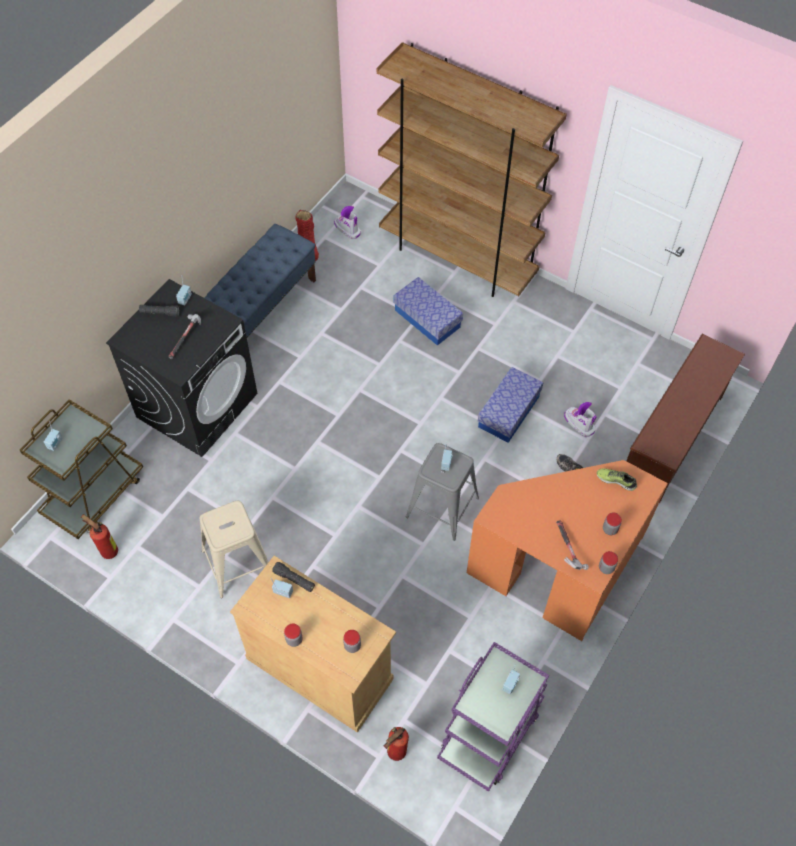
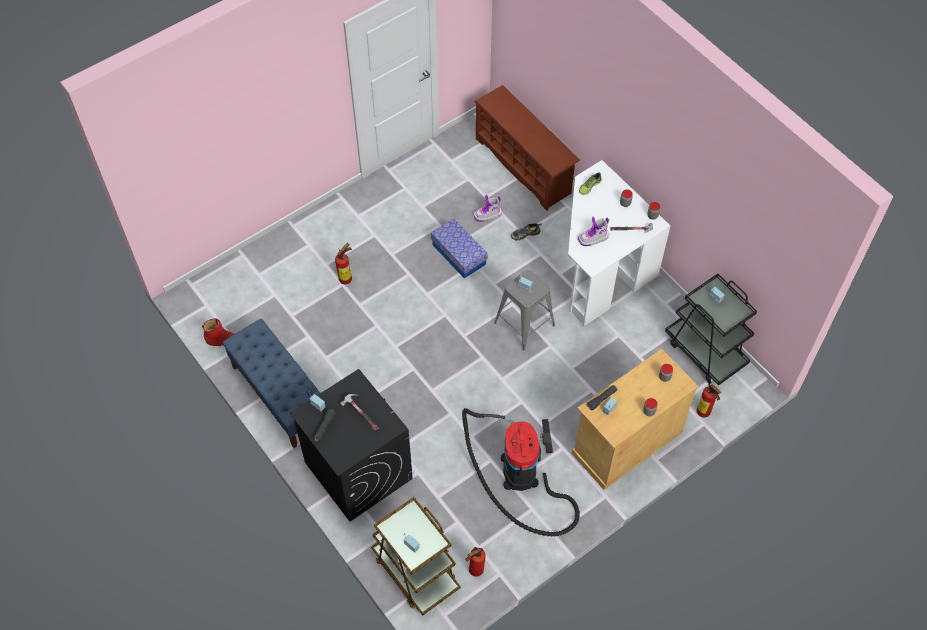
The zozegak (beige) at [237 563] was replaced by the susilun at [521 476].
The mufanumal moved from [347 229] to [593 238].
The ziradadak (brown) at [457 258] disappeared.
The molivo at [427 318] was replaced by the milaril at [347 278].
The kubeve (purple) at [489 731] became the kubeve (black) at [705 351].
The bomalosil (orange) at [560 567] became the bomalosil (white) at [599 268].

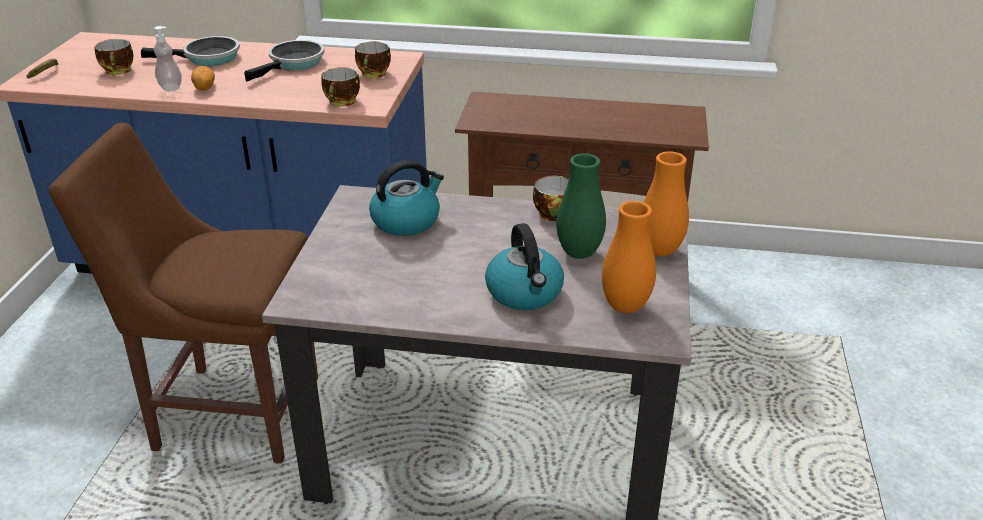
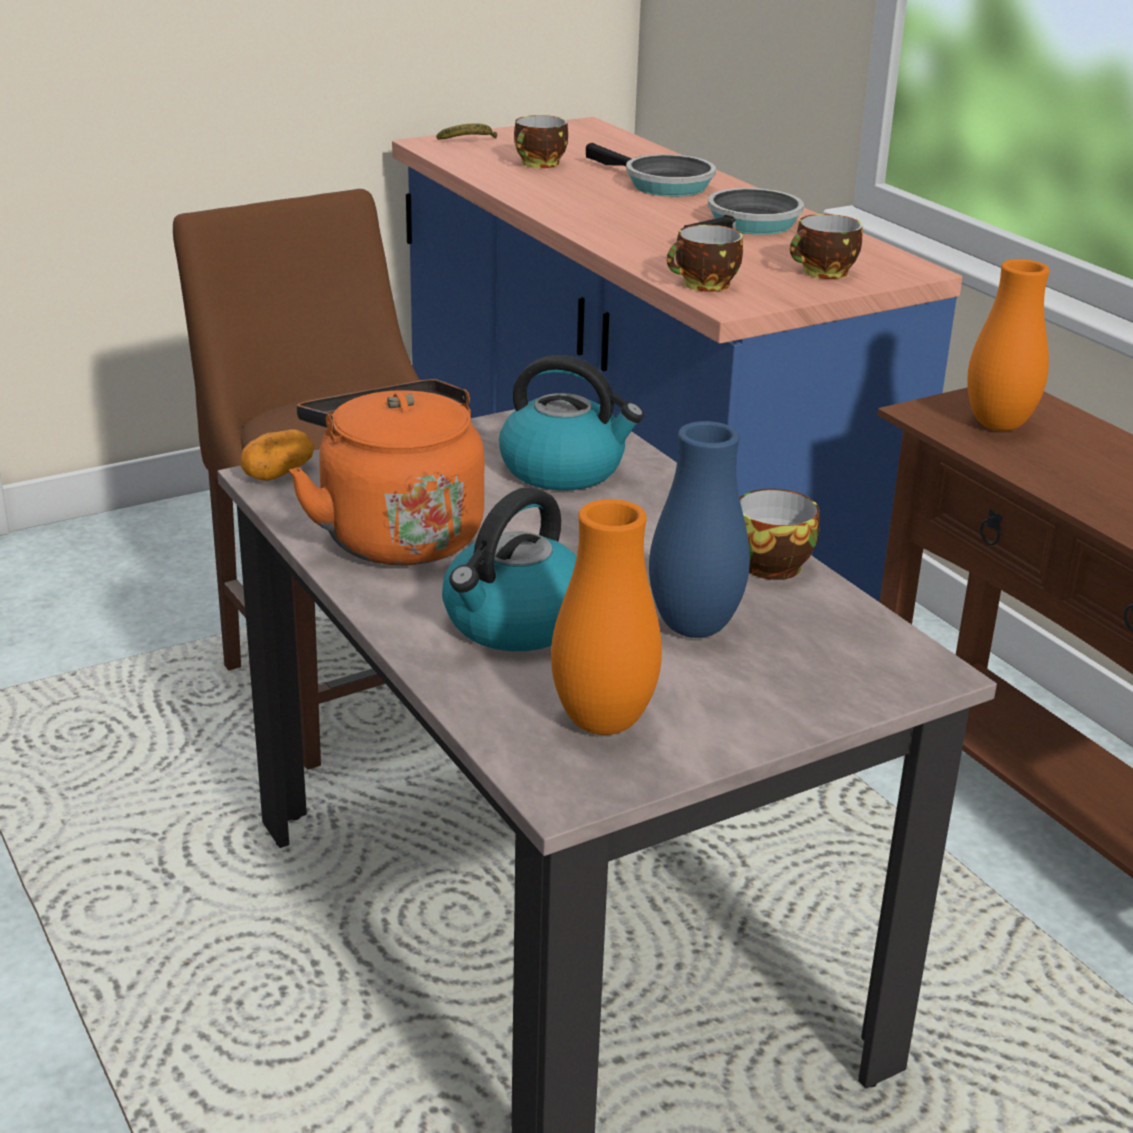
The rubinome at [170 87] disappeared.
The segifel moved from [204 87] to [278 473].
The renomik at [294 63] turned 45 degrees counterclockwise.
The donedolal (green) at [579 253] became the donedolal (blue) at [694 627].
The donedolal (orange) moved from [660 251] to [998 425].
The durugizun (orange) at [396 534] appeared.

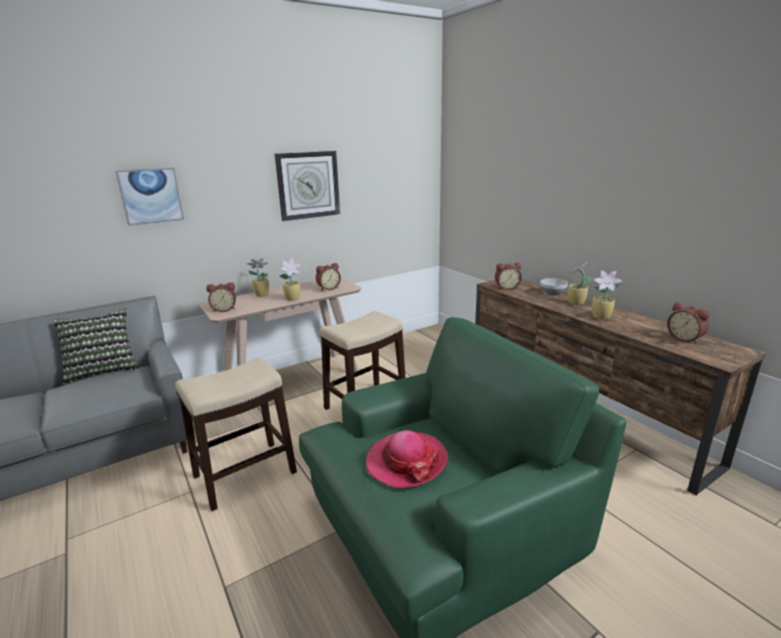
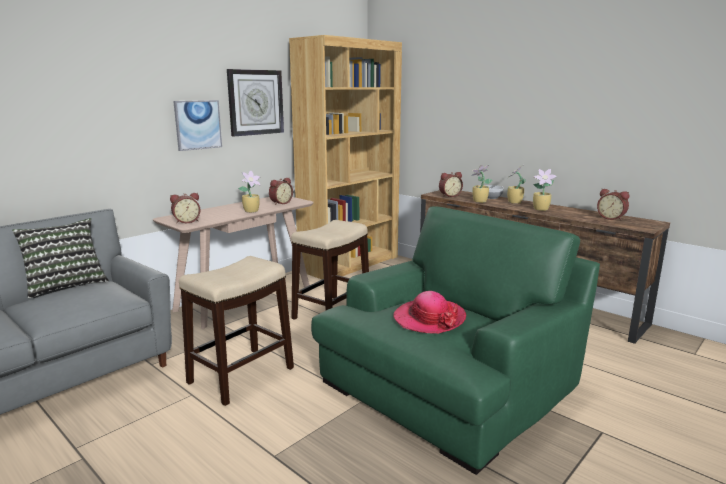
The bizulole moved from [150 196] to [198 125].
The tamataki moved from [261 294] to [479 201].
The ziradadak (brown) at [350 263] appeared.

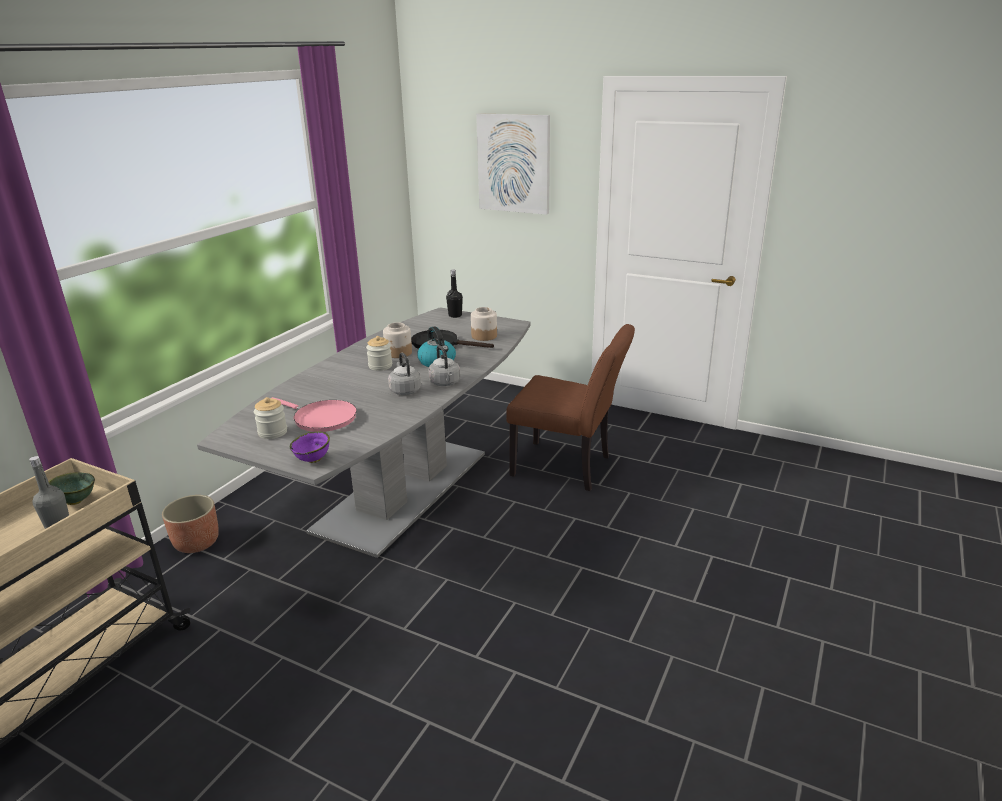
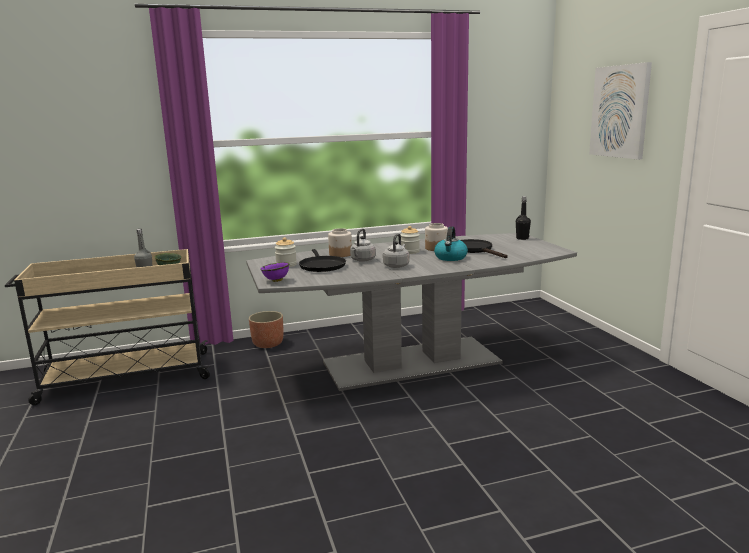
The renomik (pink) at [321 419] became the renomik (black) at [322 266].
The durugizun (grey) moved from [445 383] to [362 260].
The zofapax moved from [484 336] to [341 254].
The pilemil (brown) at [568 467] disappeared.

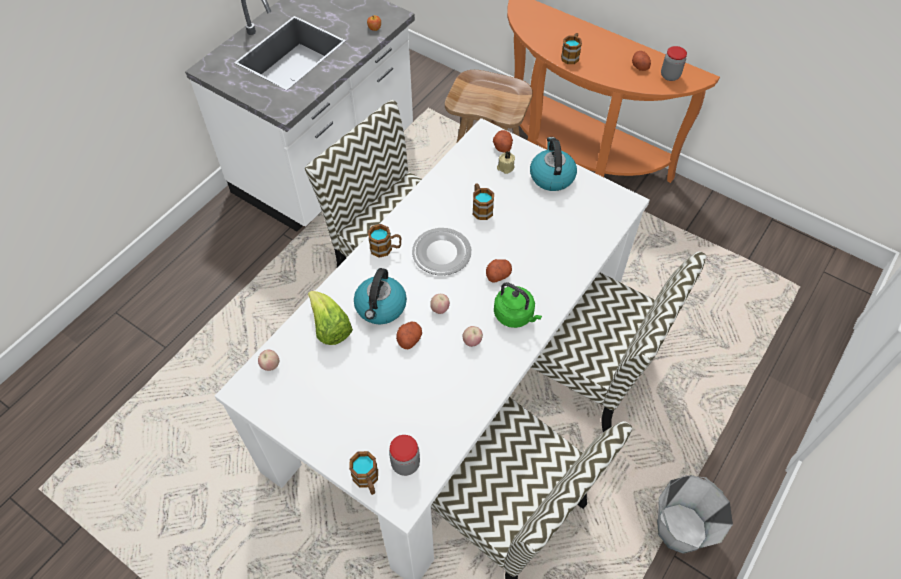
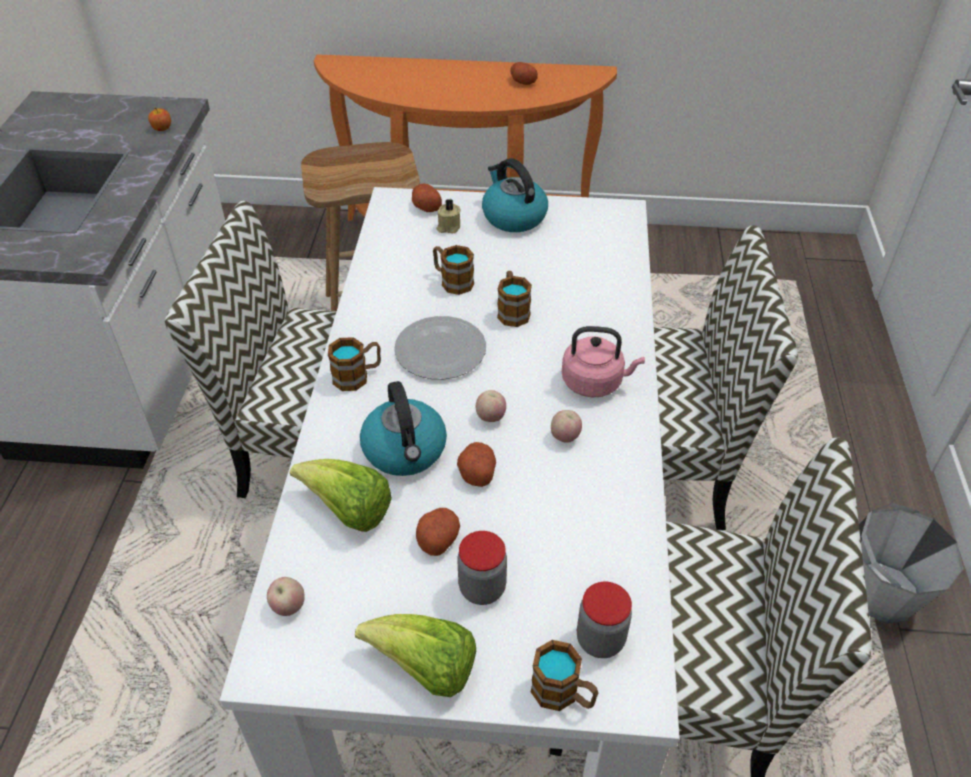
The segifel moved from [498 274] to [438 538].
The durugizun (green) at [515 315] became the durugizun (pink) at [595 382].
The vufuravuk moved from [571 55] to [512 310].
The zofapax moved from [670 76] to [482 588].
The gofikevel at [425 668] appeared.

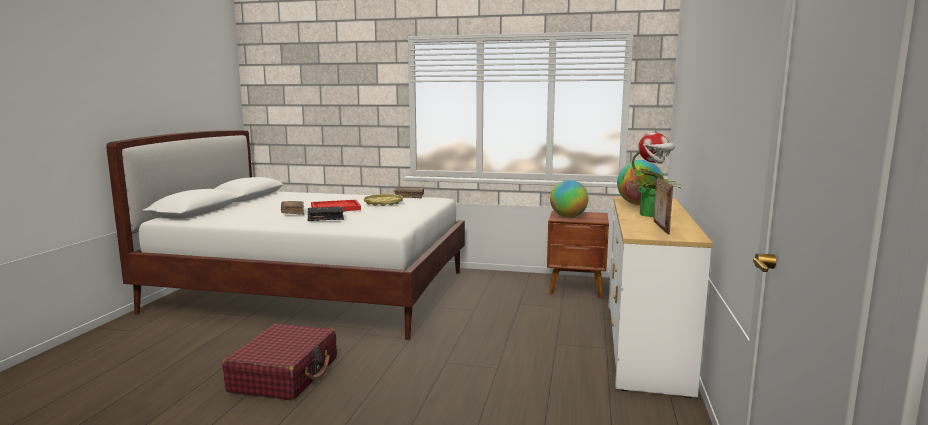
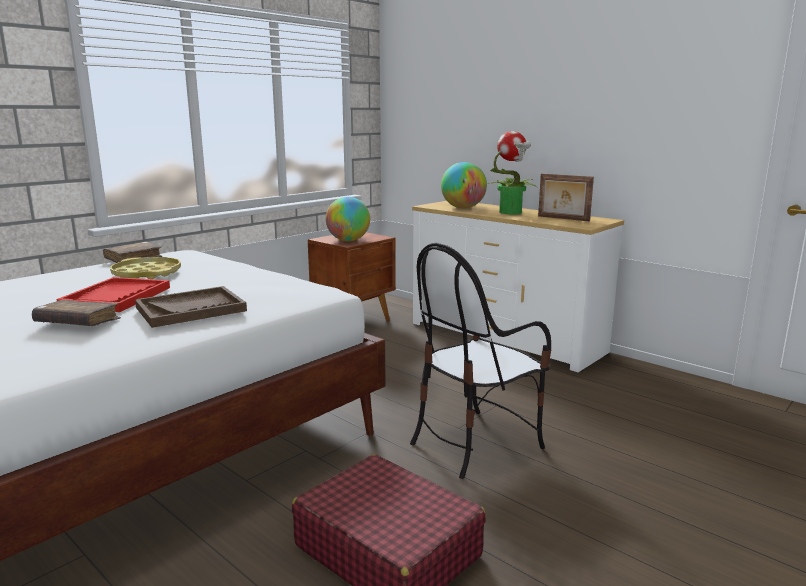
The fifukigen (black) at [325 218] was replaced by the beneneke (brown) at [191 309].
The pilemil at [475 443] appeared.

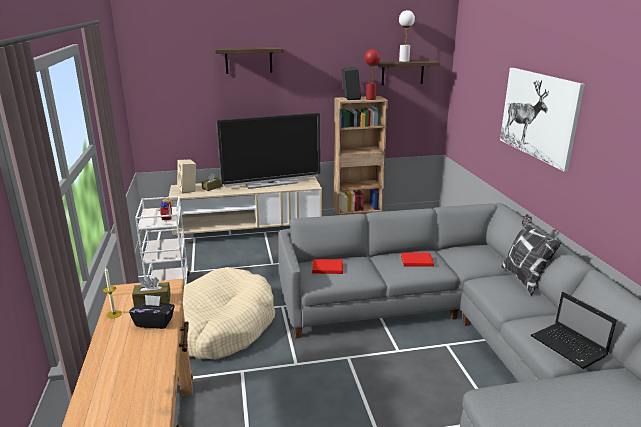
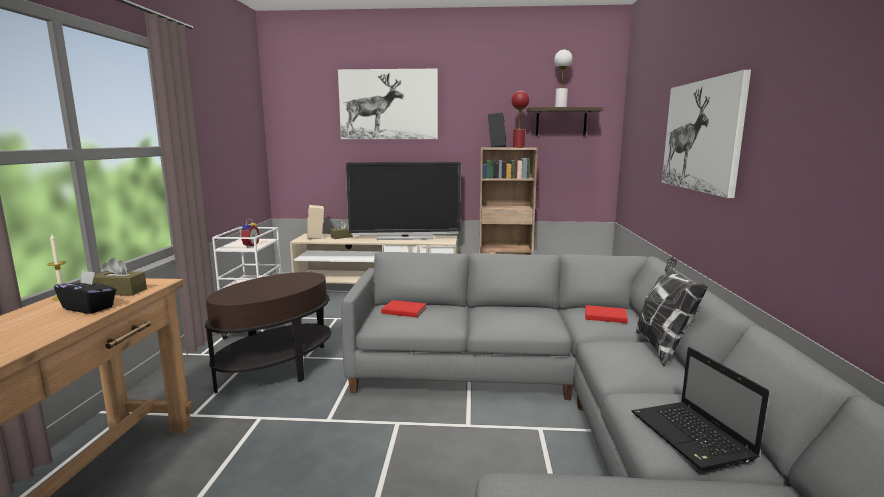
The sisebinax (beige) at [220 326] was replaced by the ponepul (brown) at [276 369].
The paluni at [248 60] was replaced by the bizulole at [388 104].
The fifukigen (red) moved from [416 260] to [604 316].

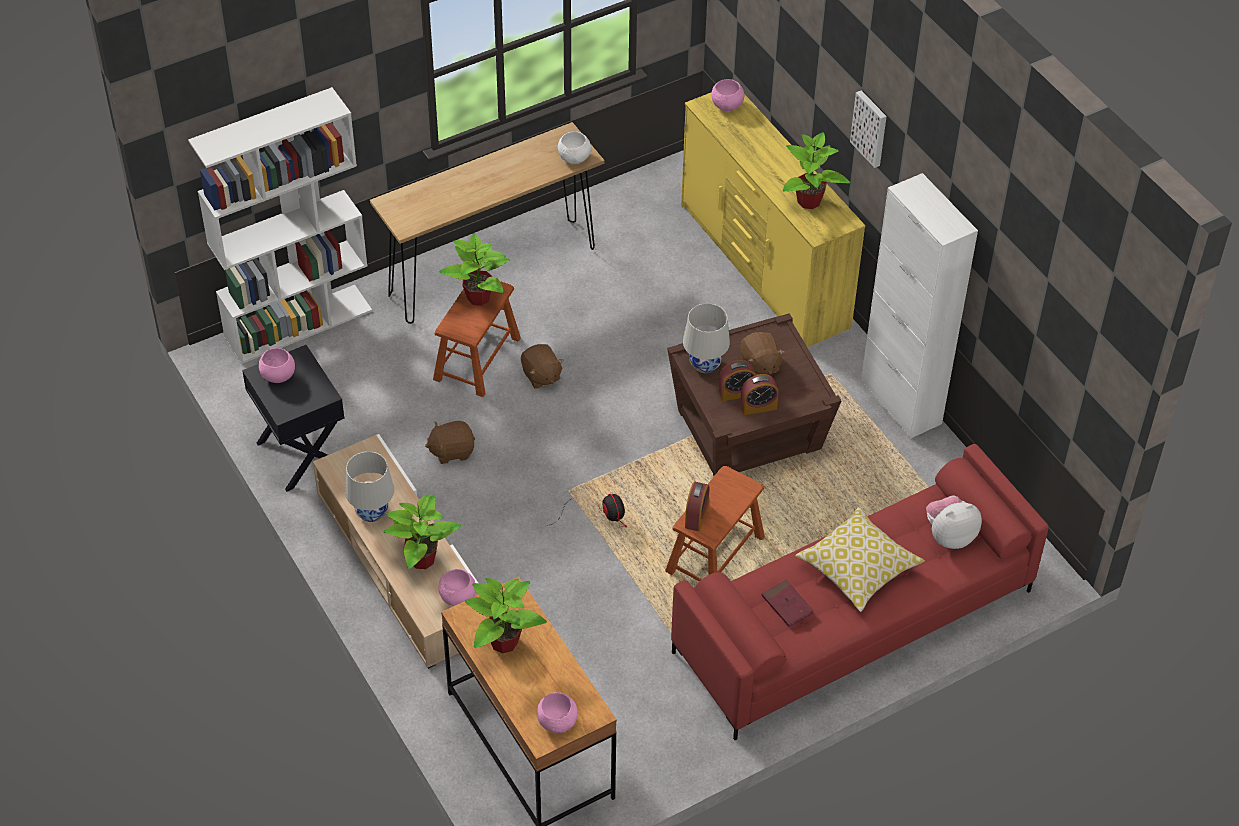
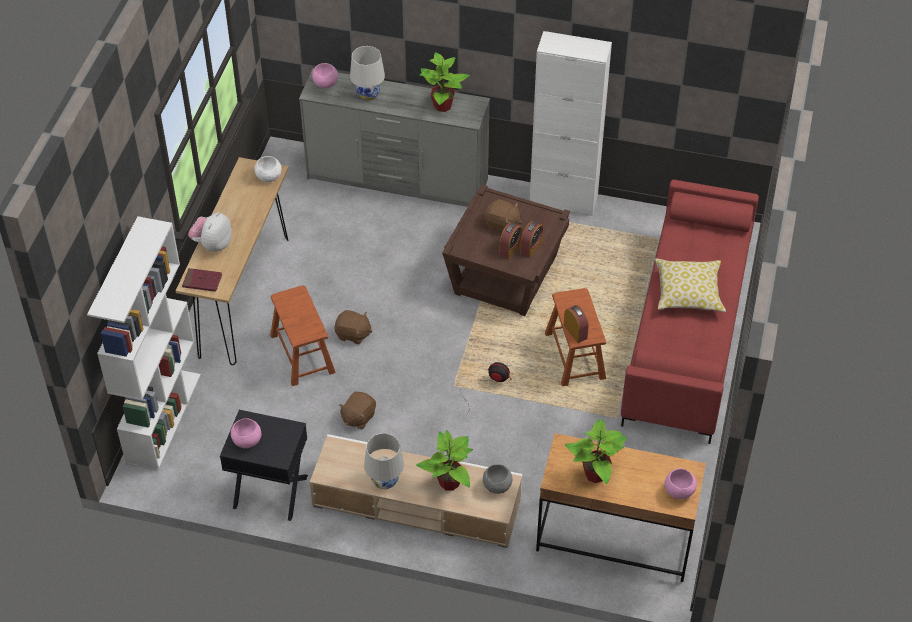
The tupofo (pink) at [457 596] became the tupofo (grey) at [496 485].
The tamataki at [479 297] disappeared.
The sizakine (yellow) at [763 267] became the sizakine (grey) at [397 180].
The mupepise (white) moved from [705 364] to [368 94].
The fifukigen (red) moved from [787 605] to [202 281].
The bizulole at [870 128] disappeared.
The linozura moved from [949 536] to [213 245].

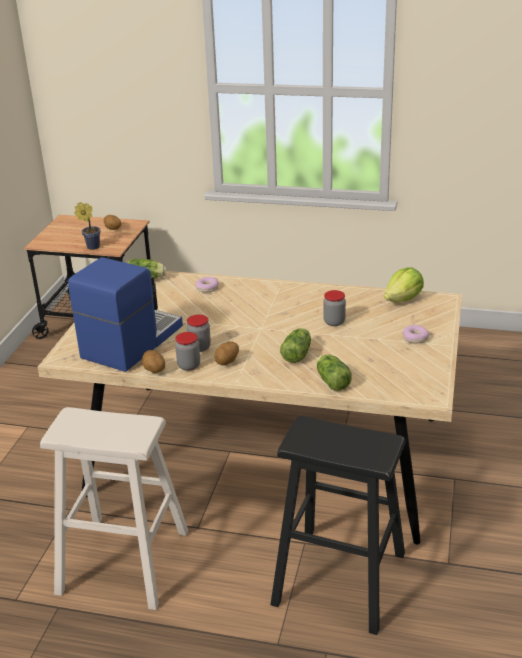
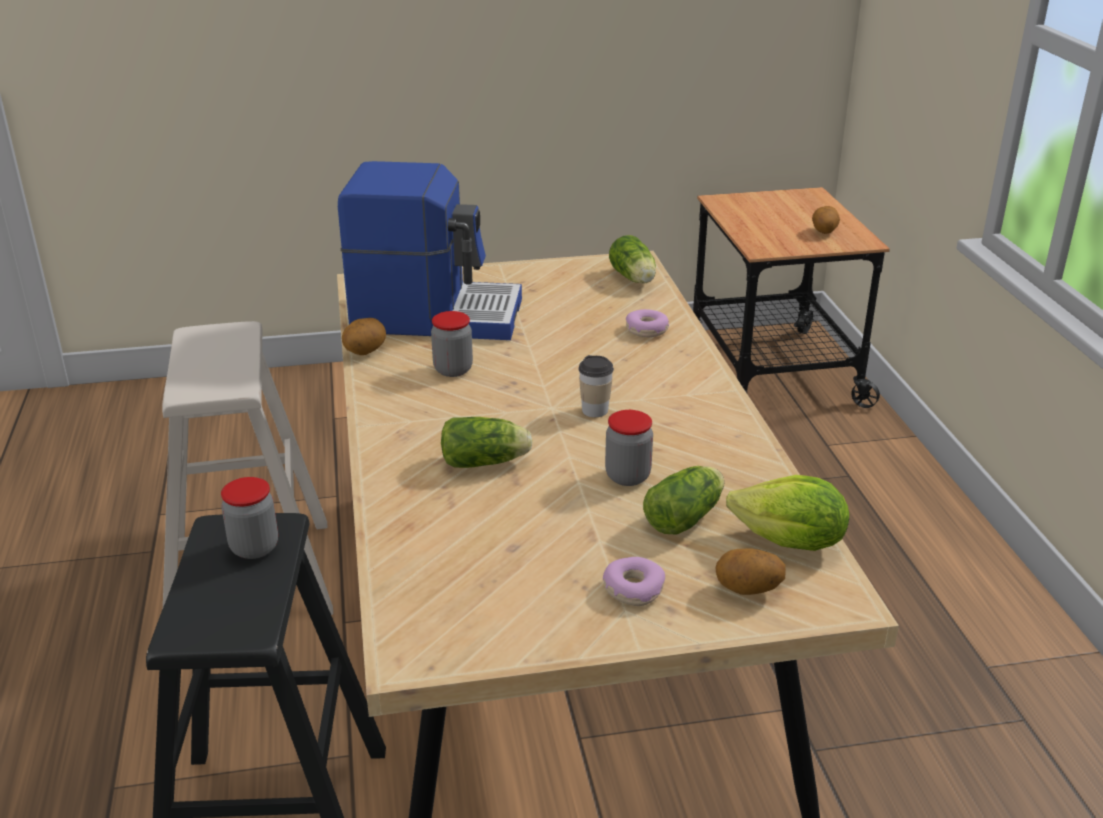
The tamataki at [91 247] disappeared.
The zofapax moved from [189 365] to [254 547].
The segifel moved from [227 362] to [748 590].
The gofikevel moved from [331 380] to [687 516].
The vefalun at [595 410] appeared.

